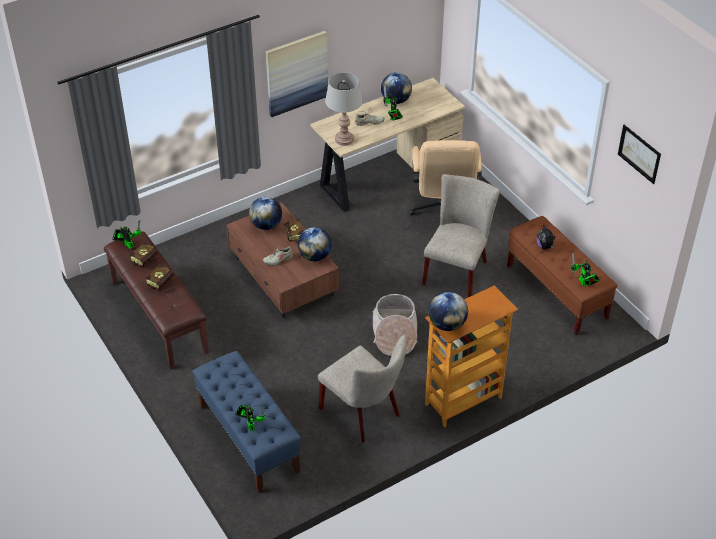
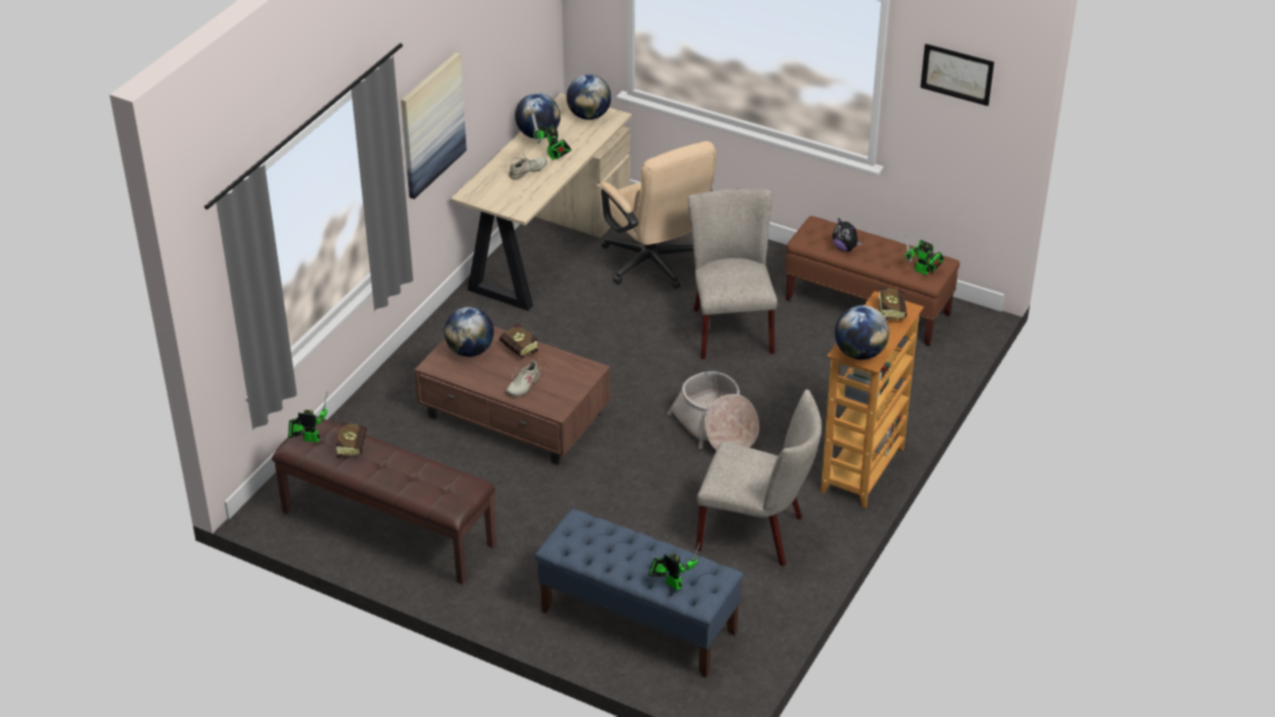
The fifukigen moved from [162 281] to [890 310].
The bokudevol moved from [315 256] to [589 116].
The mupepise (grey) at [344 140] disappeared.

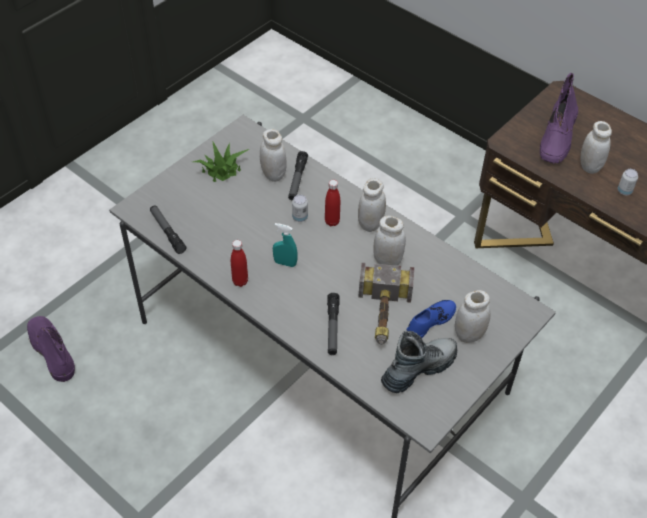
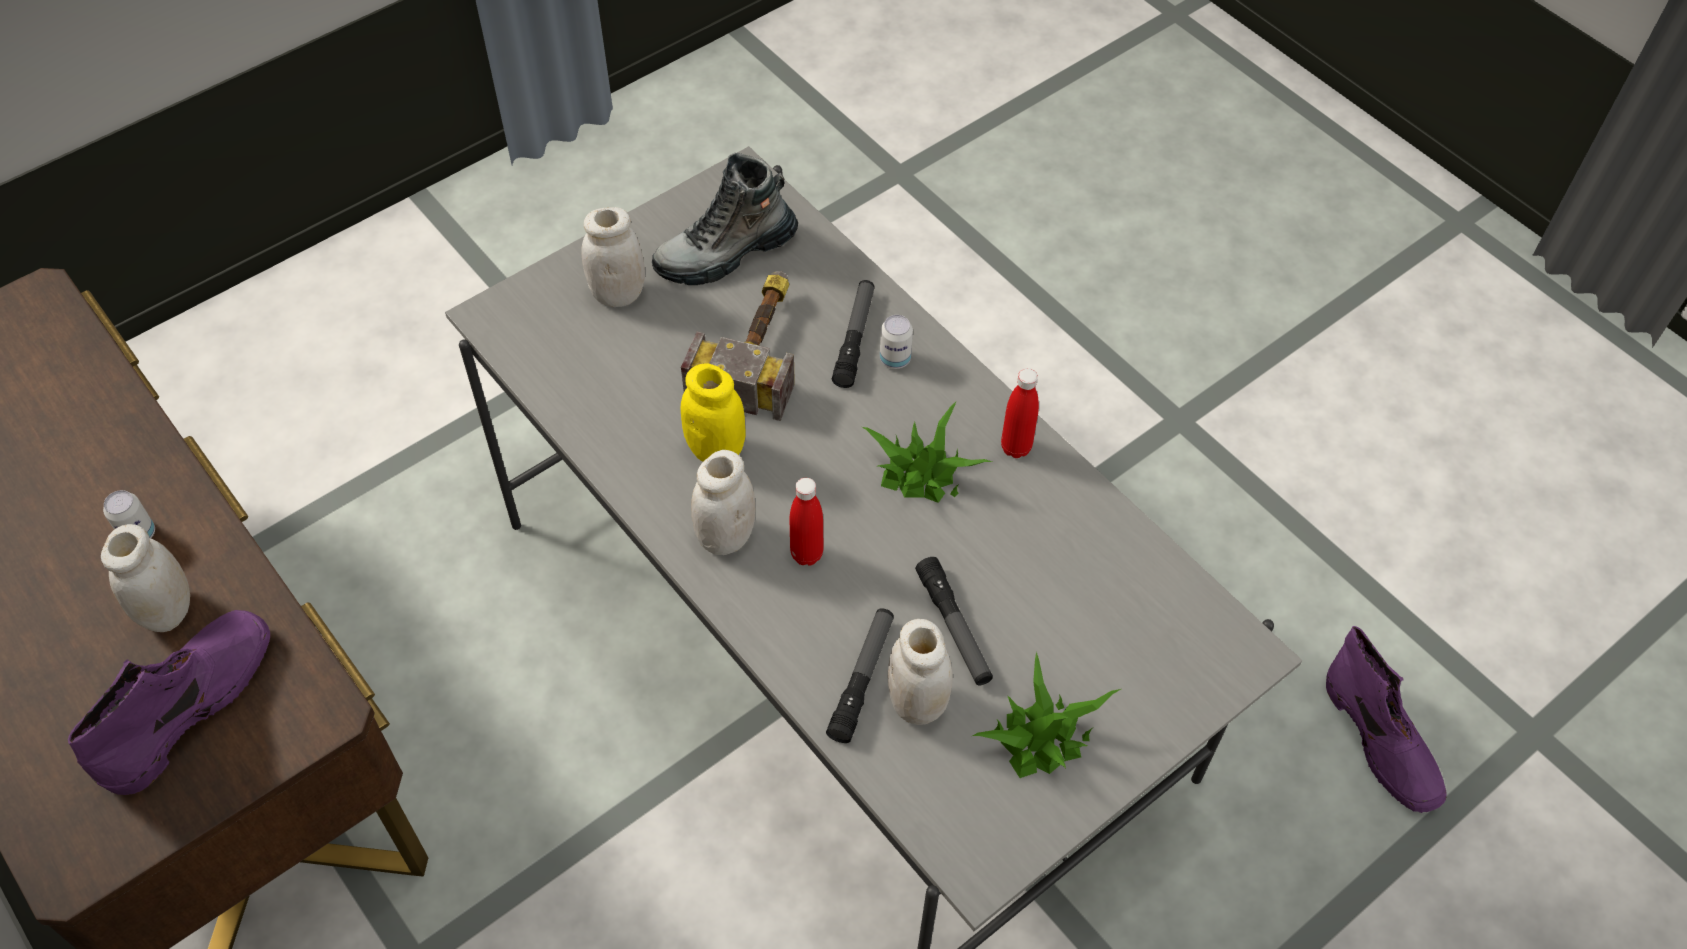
The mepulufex moved from [167 232] to [954 627].
The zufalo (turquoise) at [285 263] was replaced by the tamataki at [922 473].
The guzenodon moved from [300 217] to [895 359].
The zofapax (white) at [387 260] became the zofapax (yellow) at [716 450].
The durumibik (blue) at [430 321] disappeared.

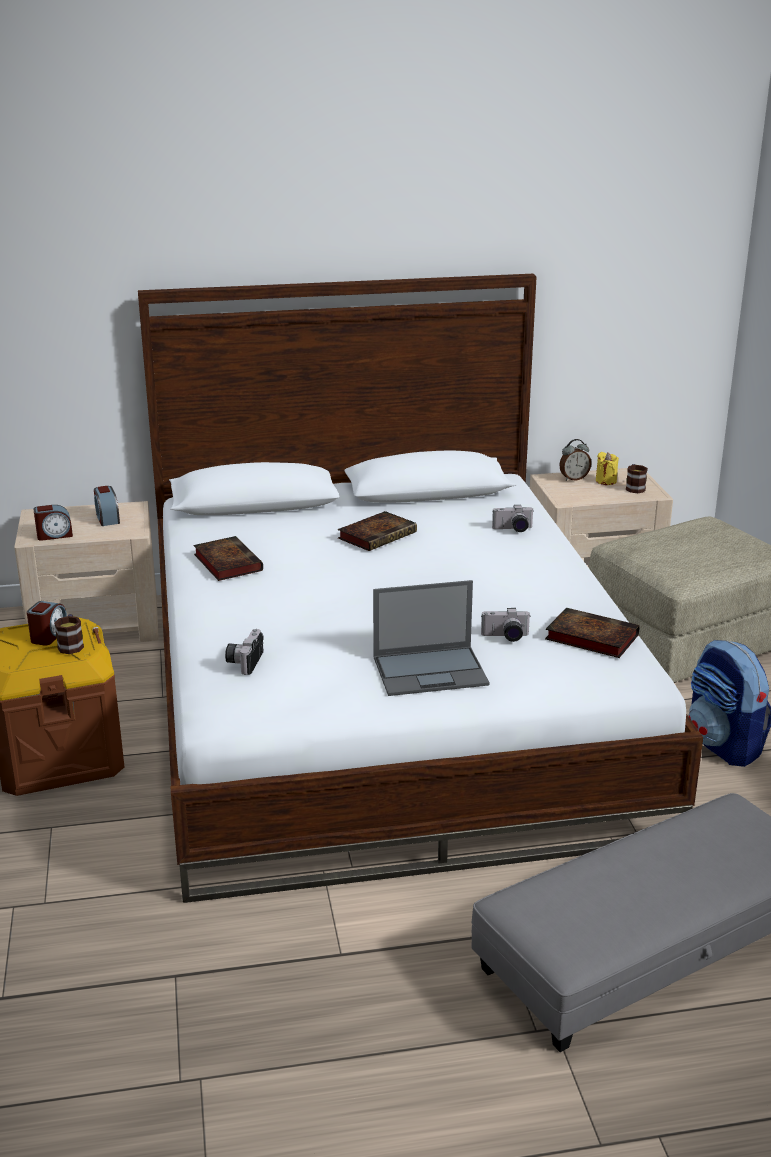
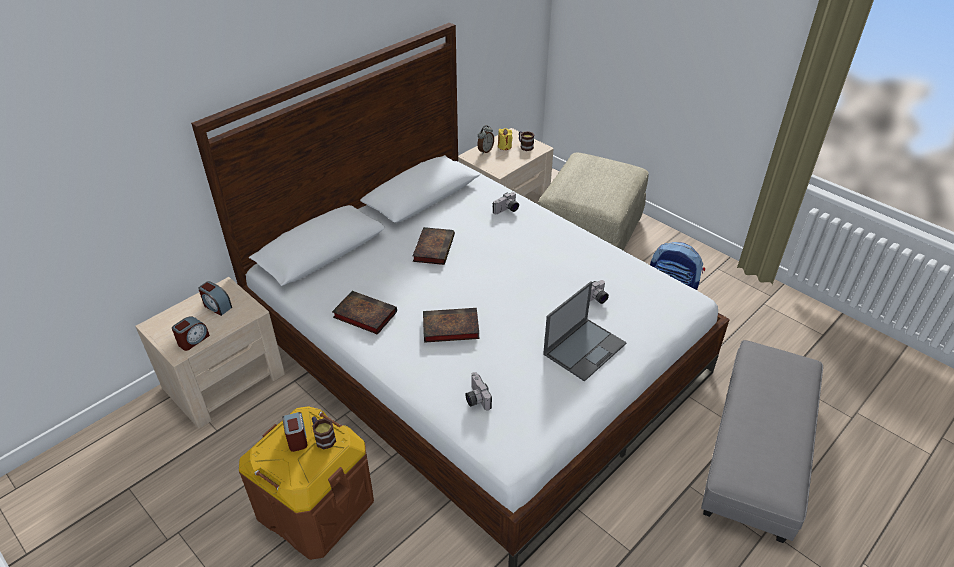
The fifukigen moved from [589 637] to [449 328].

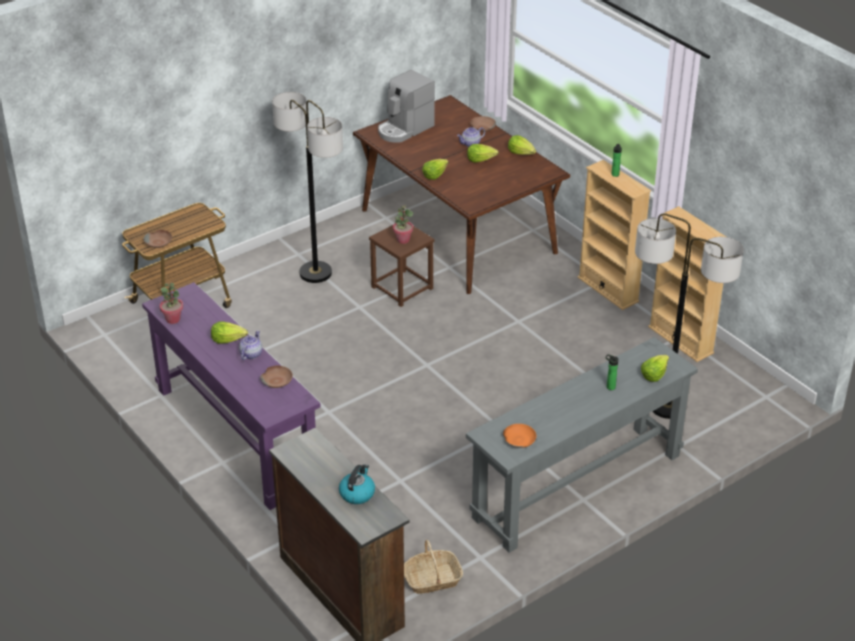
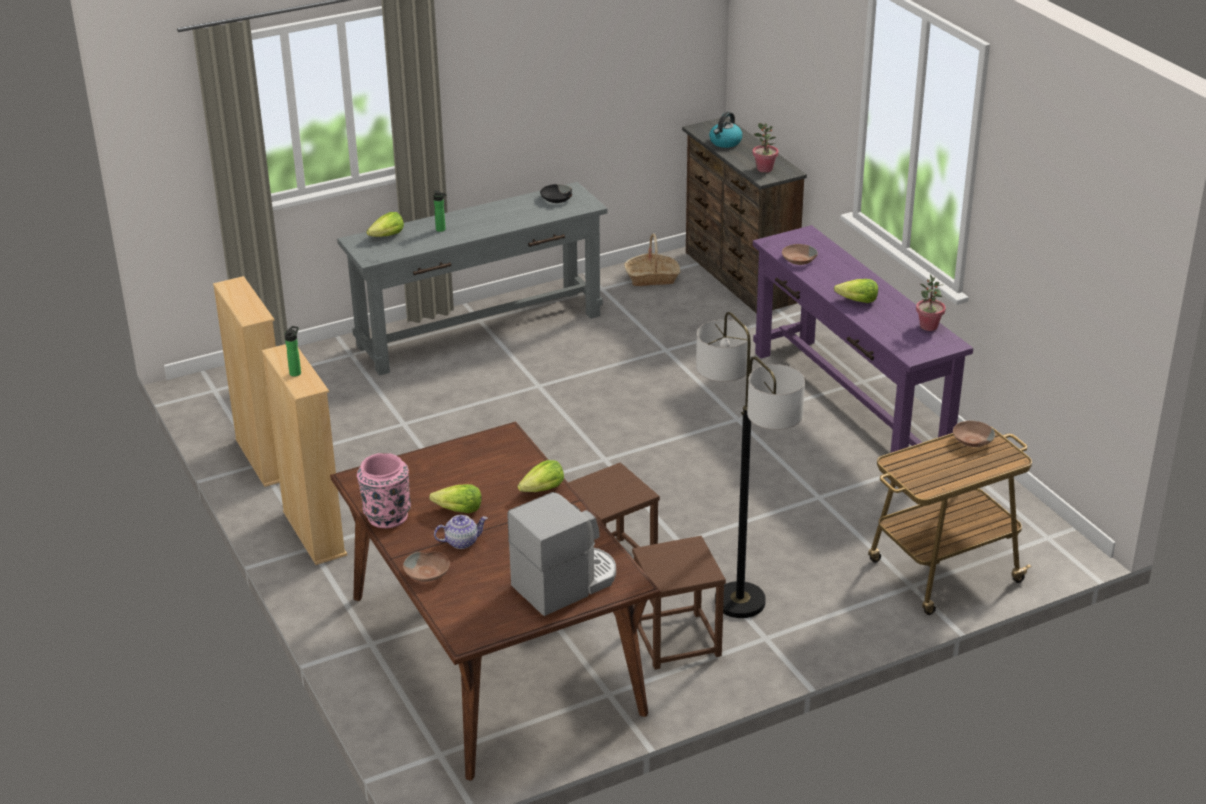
The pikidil at [251 354] disappeared.
The tamataki moved from [403 240] to [764 169].
The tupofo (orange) at [519 440] became the tupofo (black) at [556 199].
The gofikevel at [521 153] was replaced by the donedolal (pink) at [386 516].
The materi at [668 407] disappeared.
The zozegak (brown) at [678 640] appeared.

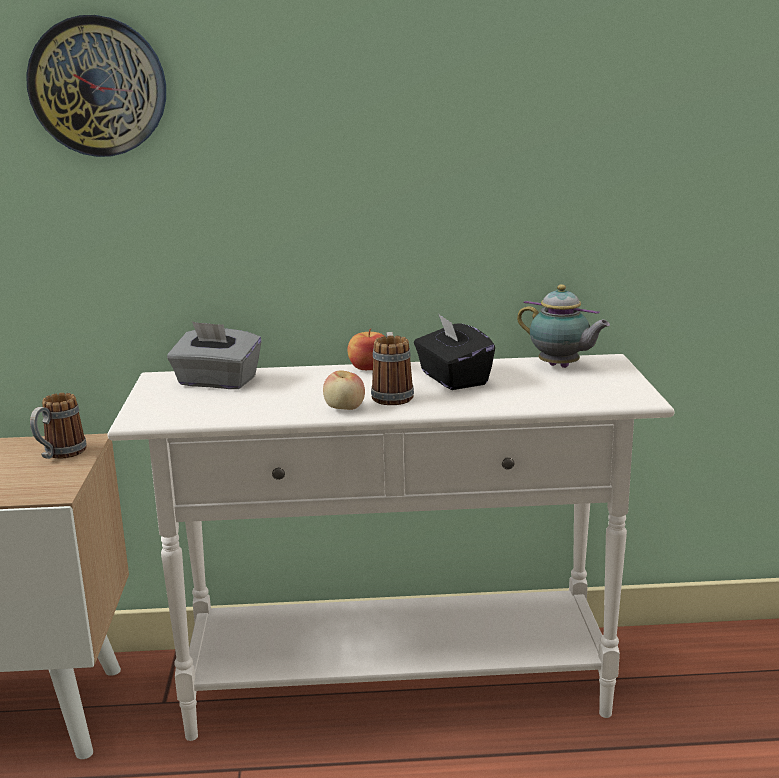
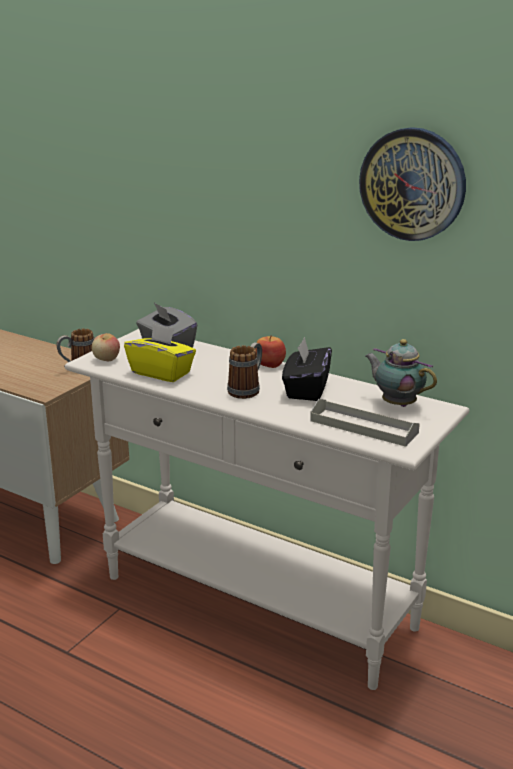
The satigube moved from [98 86] to [412 184].
The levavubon moved from [344 409] to [106 359].
The pikidil at [561 367] turned 150 degrees clockwise.
The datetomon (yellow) at [161 373] appeared.
The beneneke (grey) at [363 427] appeared.

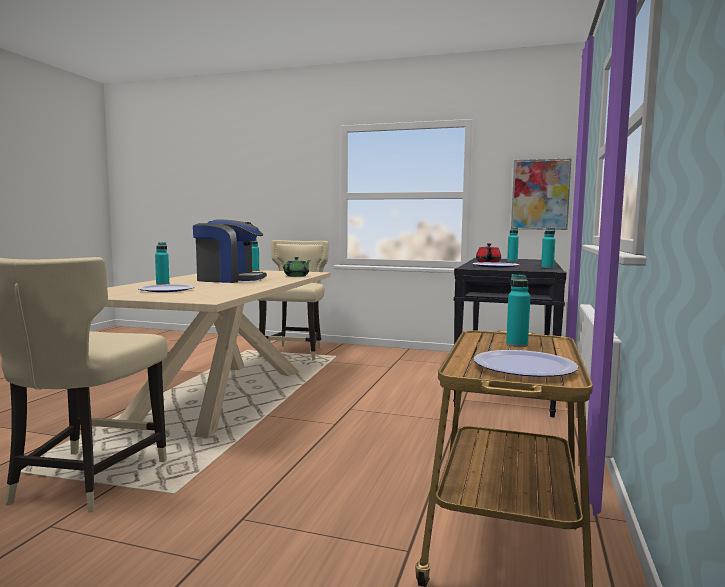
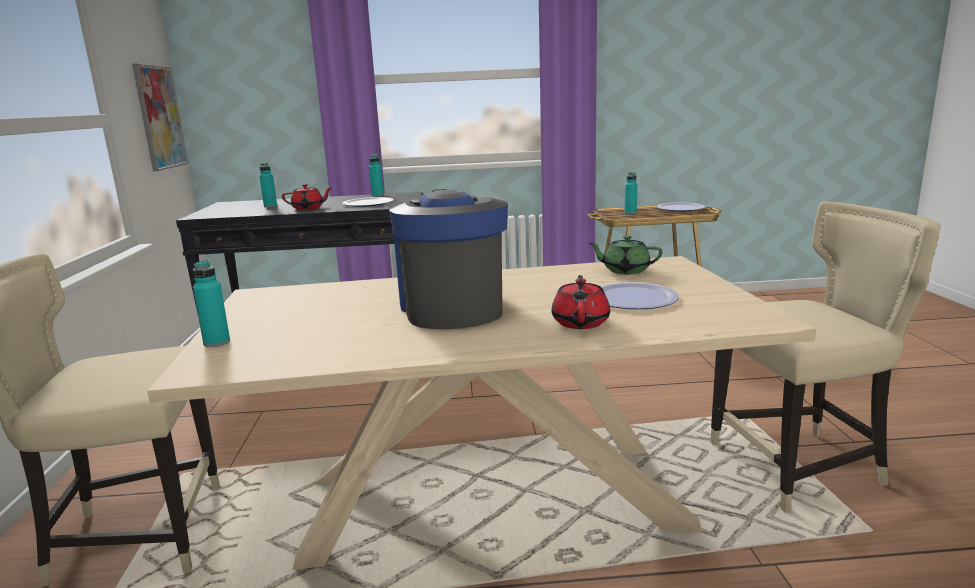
The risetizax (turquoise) at [162 284] was replaced by the pikidil (red) at [581 322].
The pikidil (green) moved from [297 276] to [625 270].

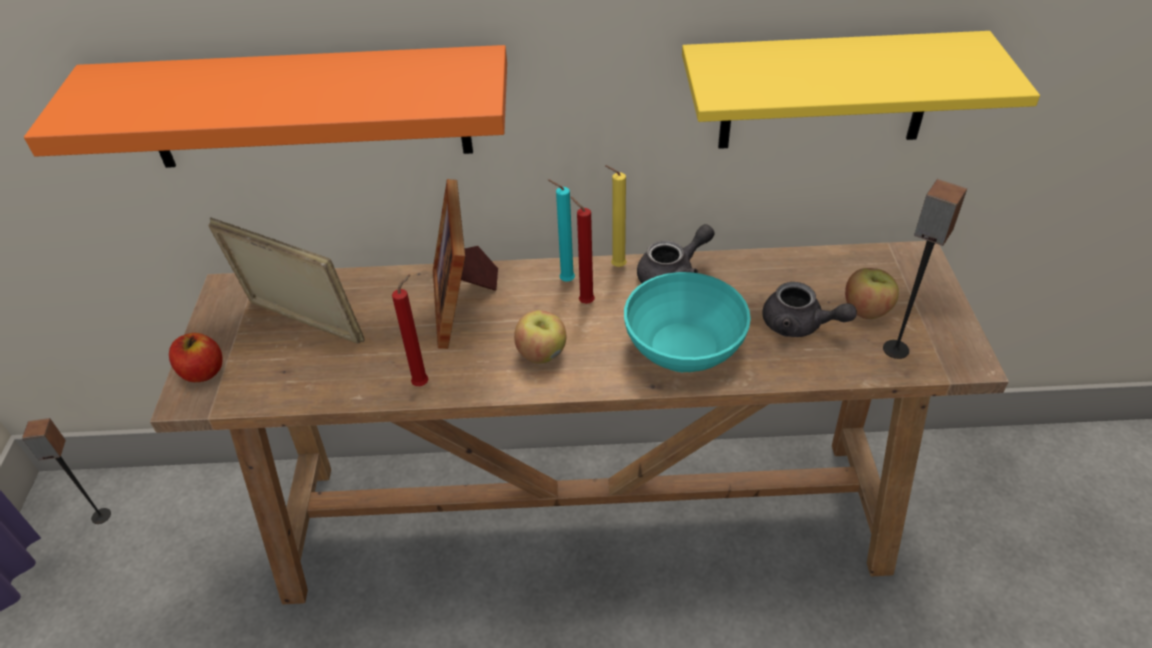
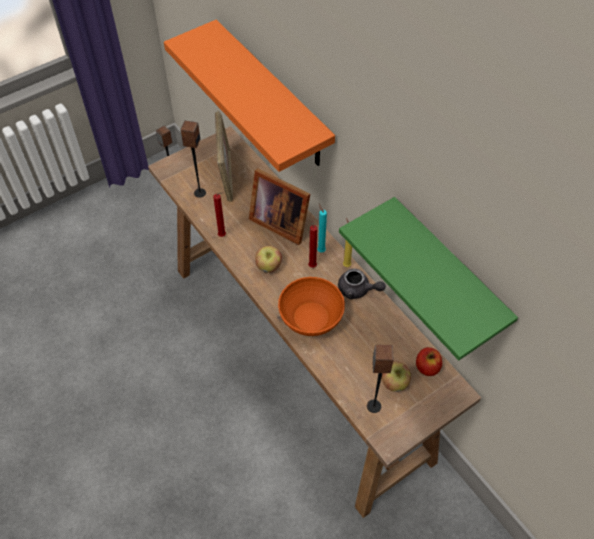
The levavubon moved from [202 372] to [427 367].
The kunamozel at [464 301] turned 105 degrees counterclockwise.
The tupofo (turquoise) at [683 348] became the tupofo (orange) at [310 317].
The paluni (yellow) at [826 91] became the paluni (green) at [447 274].
The pikidil (grey) at [799 325] disappeared.
The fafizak at [199 193] appeared.

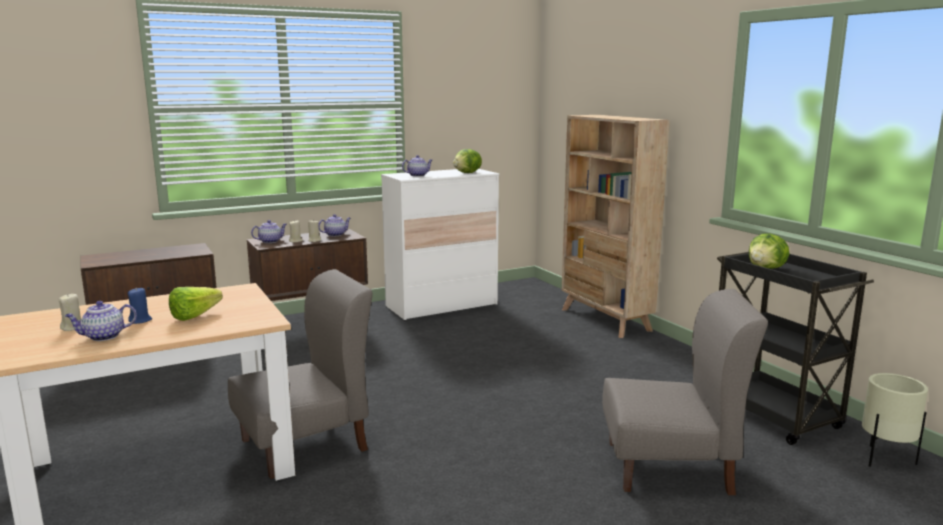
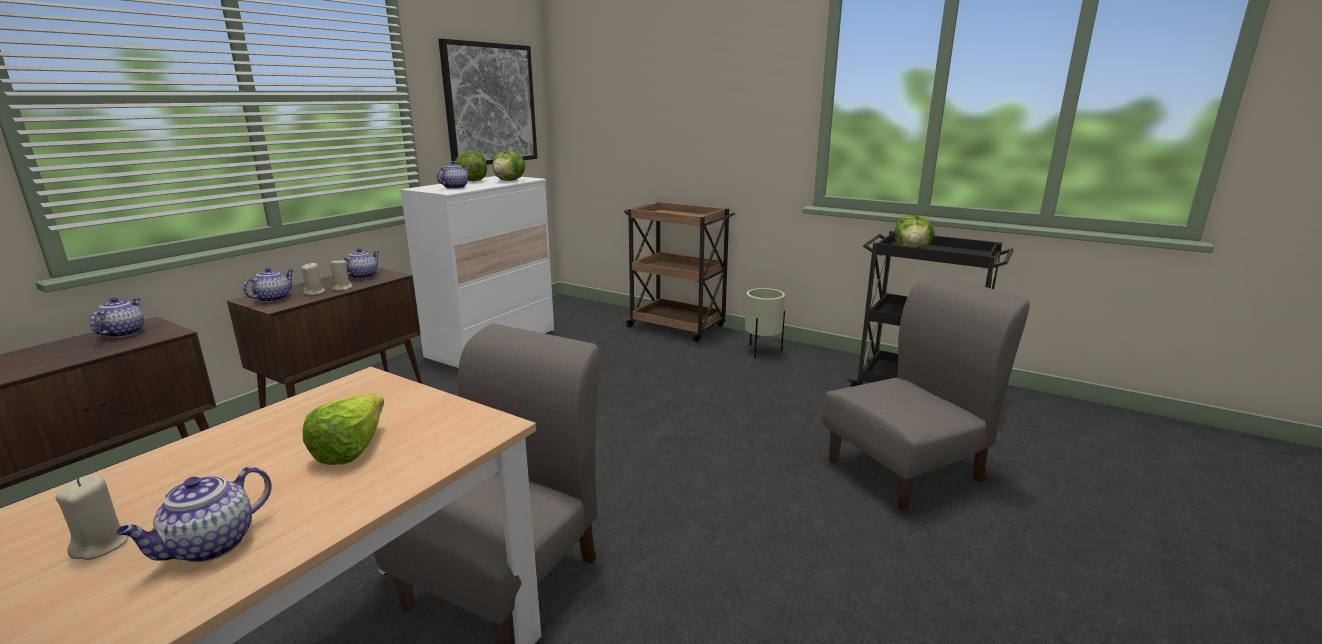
The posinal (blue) at [140 320] disappeared.
The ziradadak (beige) at [605 320] was replaced by the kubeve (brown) at [678 327].
The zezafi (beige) moved from [885 459] to [762 351].
The pikidil at [123 333] appeared.
The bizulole at [490 104] appeared.
The gofikevel at [472 181] appeared.

